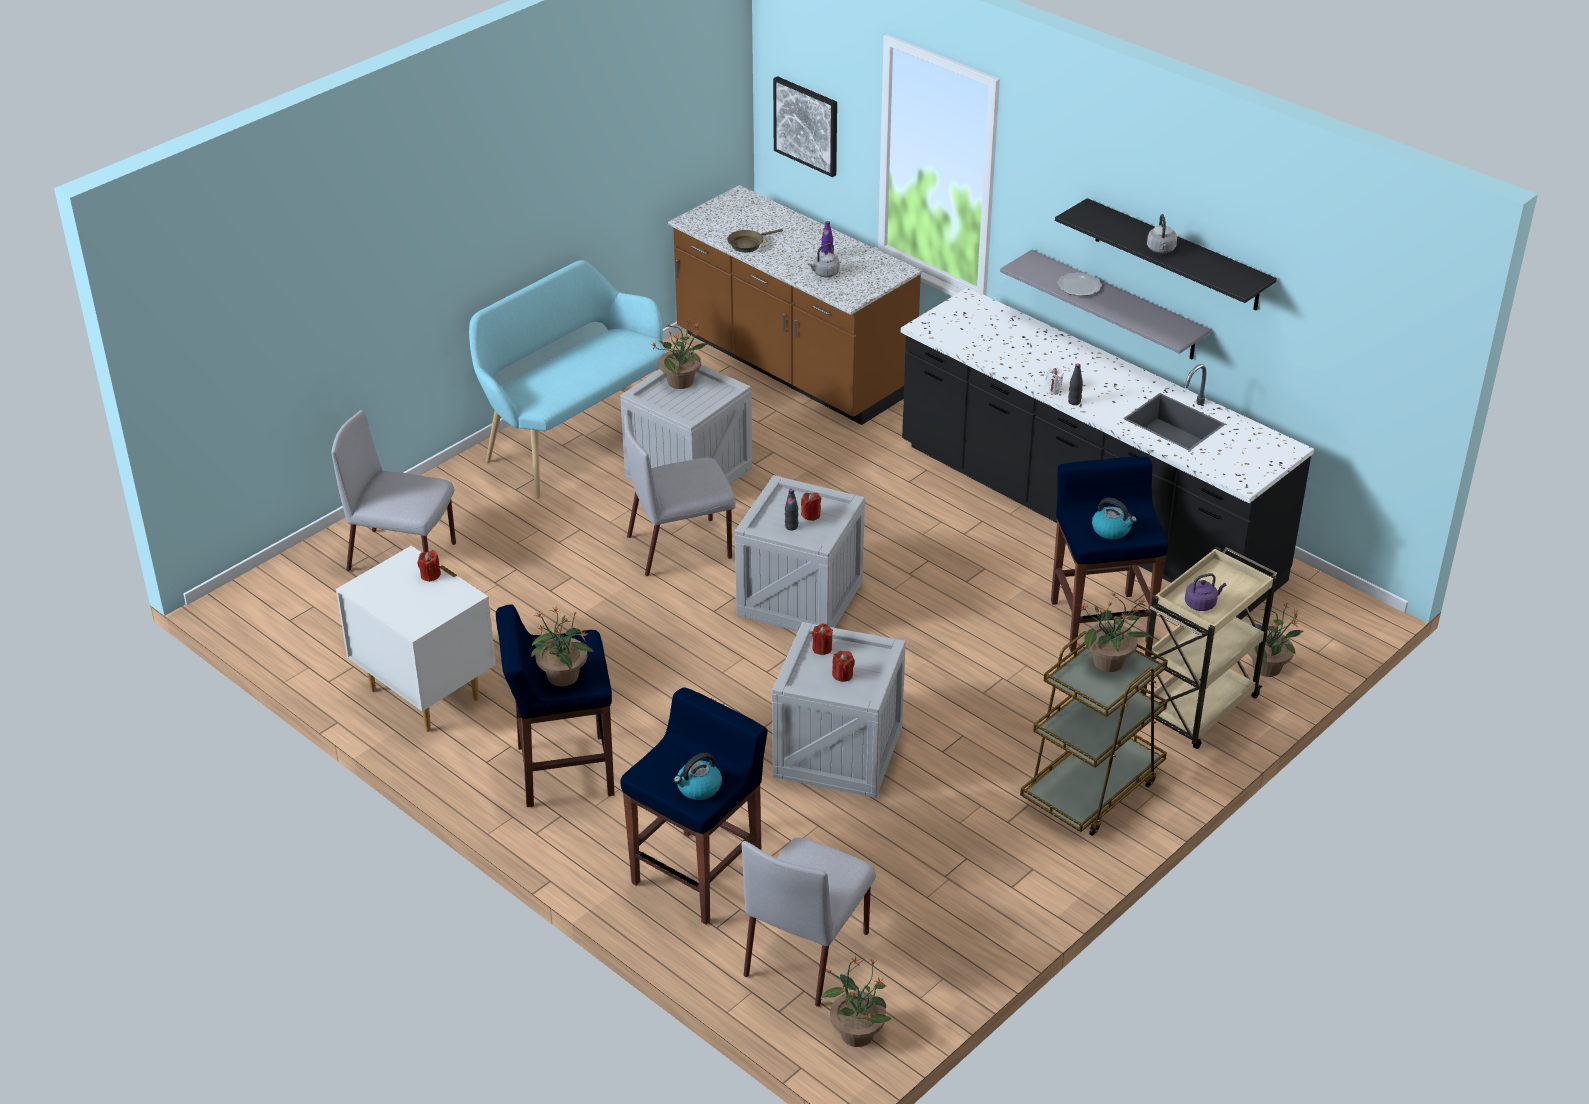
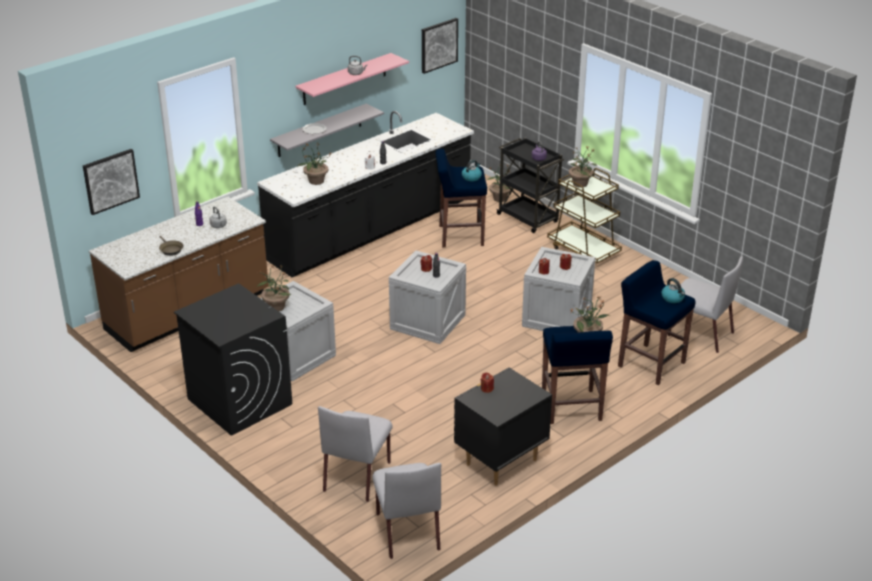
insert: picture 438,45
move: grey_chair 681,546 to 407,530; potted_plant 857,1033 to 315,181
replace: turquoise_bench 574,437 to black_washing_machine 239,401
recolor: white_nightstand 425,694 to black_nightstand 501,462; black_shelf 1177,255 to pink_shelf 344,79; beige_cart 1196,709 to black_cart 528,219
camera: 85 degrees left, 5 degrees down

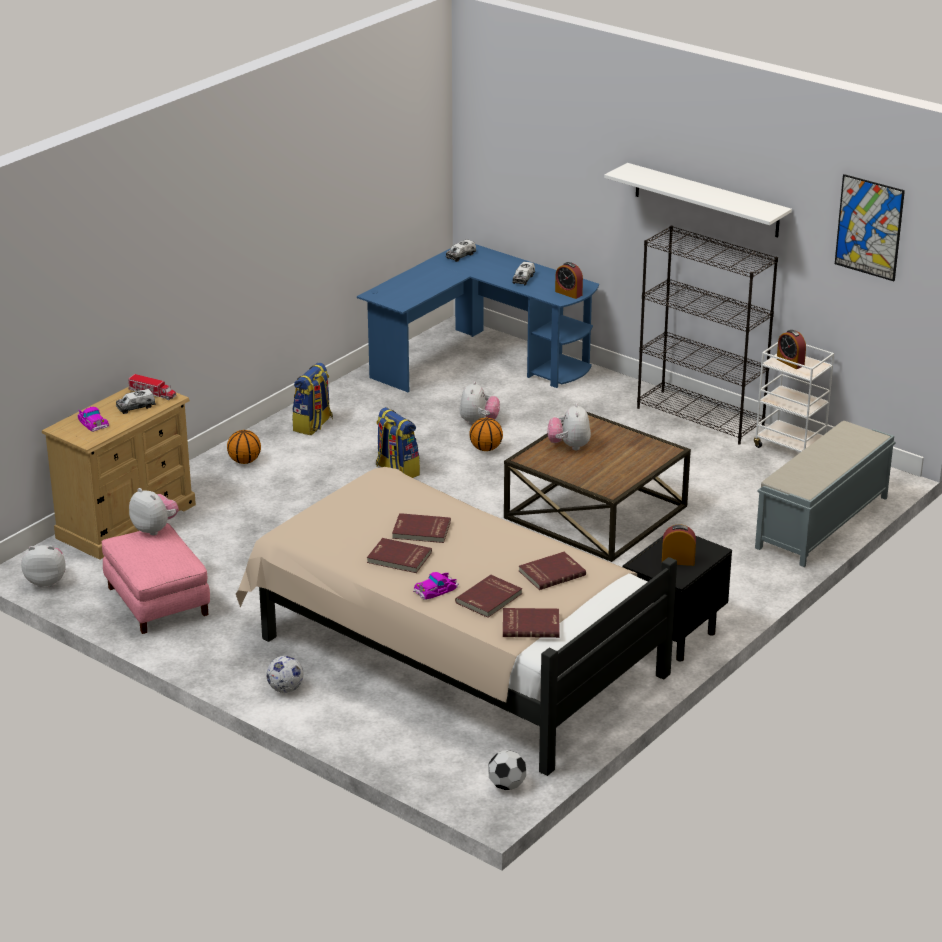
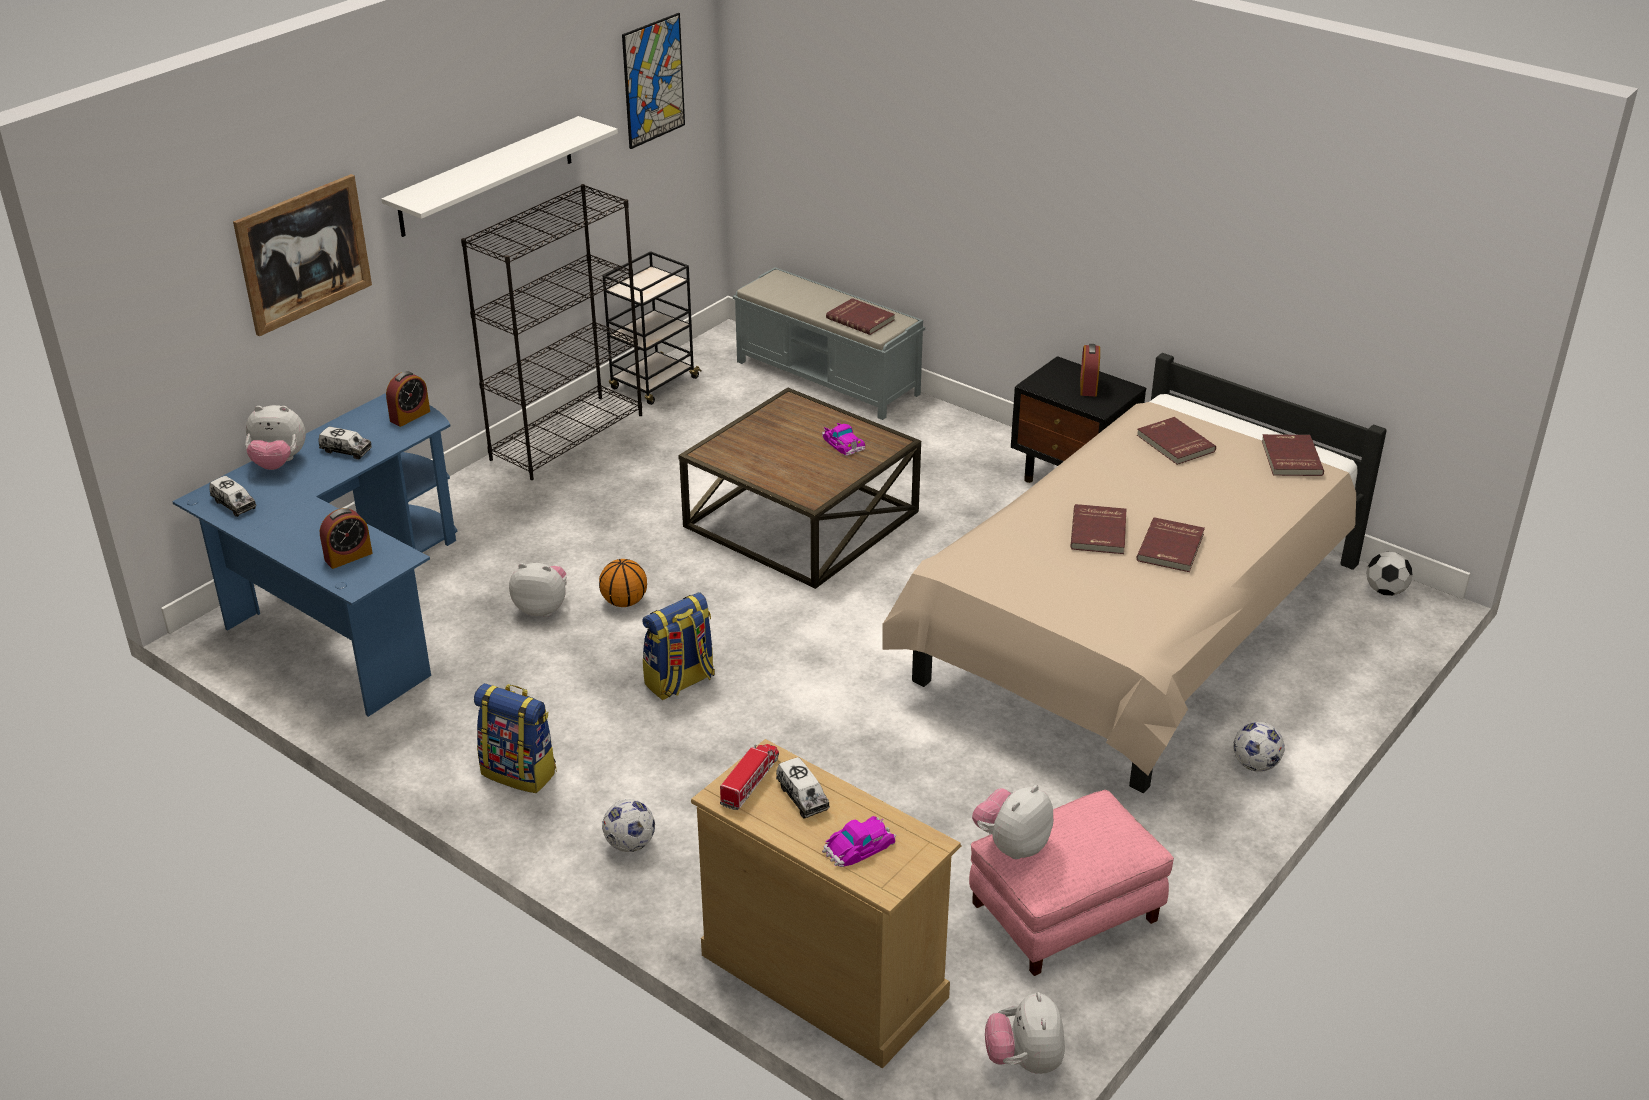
insert: picture 304,254
move: toy_car 436,589 to 843,443; red_book 490,598 to 861,319; plush_toy 569,446 to 279,463; alarm_clock 790,362 to 348,556
replace: basketball 245,461 to football 630,844
recolor: white_cart 790,447 to black_cart 653,384
camera: 90 degrees left, 5 degrees up

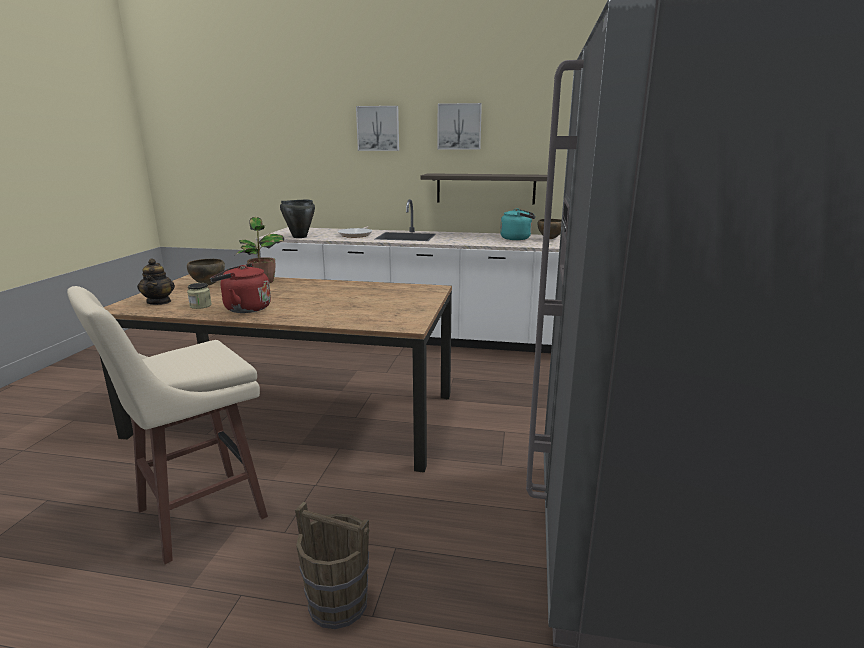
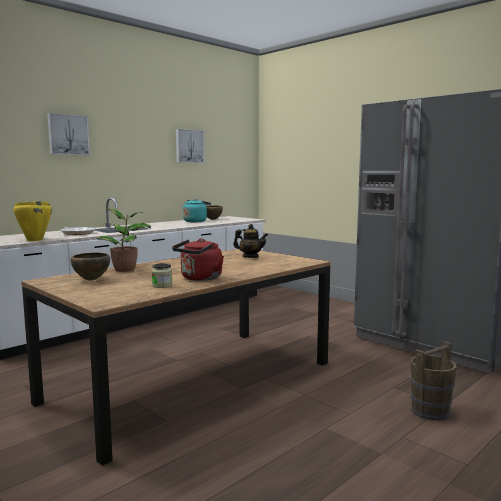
delete: beige_stool 197,515; shelf 485,188
move: teapot 159,302 to 250,257; picture 459,126 to 189,146
recolor: black_cooking_pot 299,237 to yellow_cooking_pot 34,240
camera: 55 degrees left, 10 degrees down

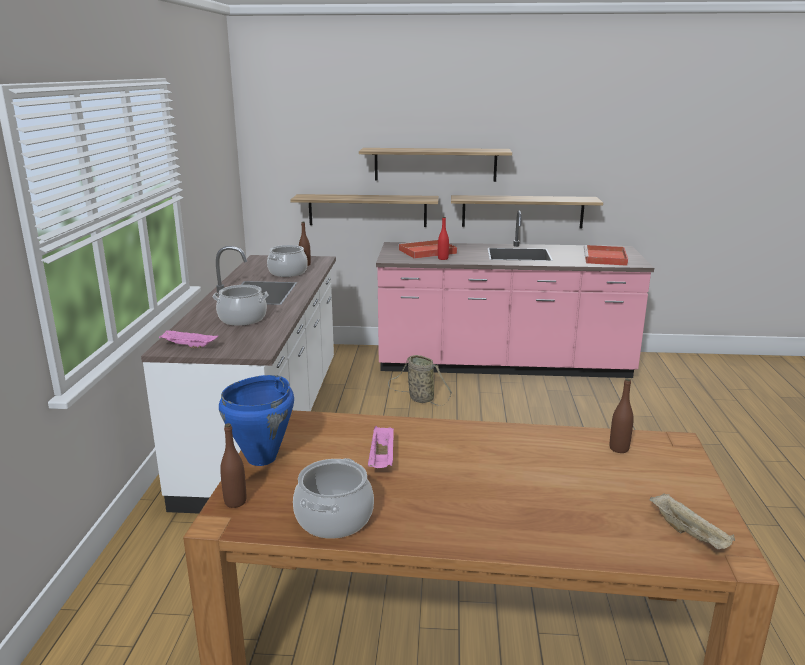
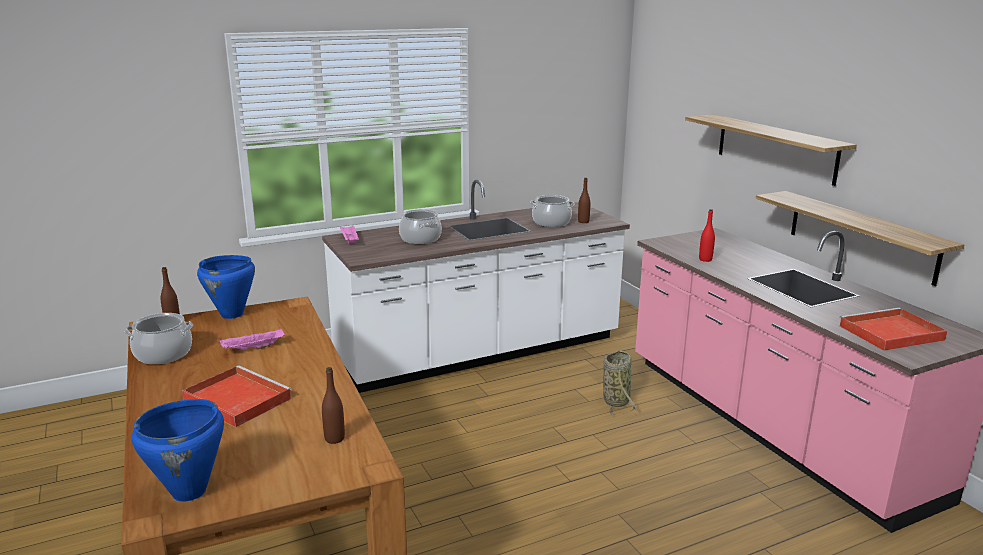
delete: shelf 367,210
move: red_tray 426,252 to 235,399
replace: beige_tray 689,534 to blue_cooking_pot 190,492
camera: 60 degrees right, 0 degrees up

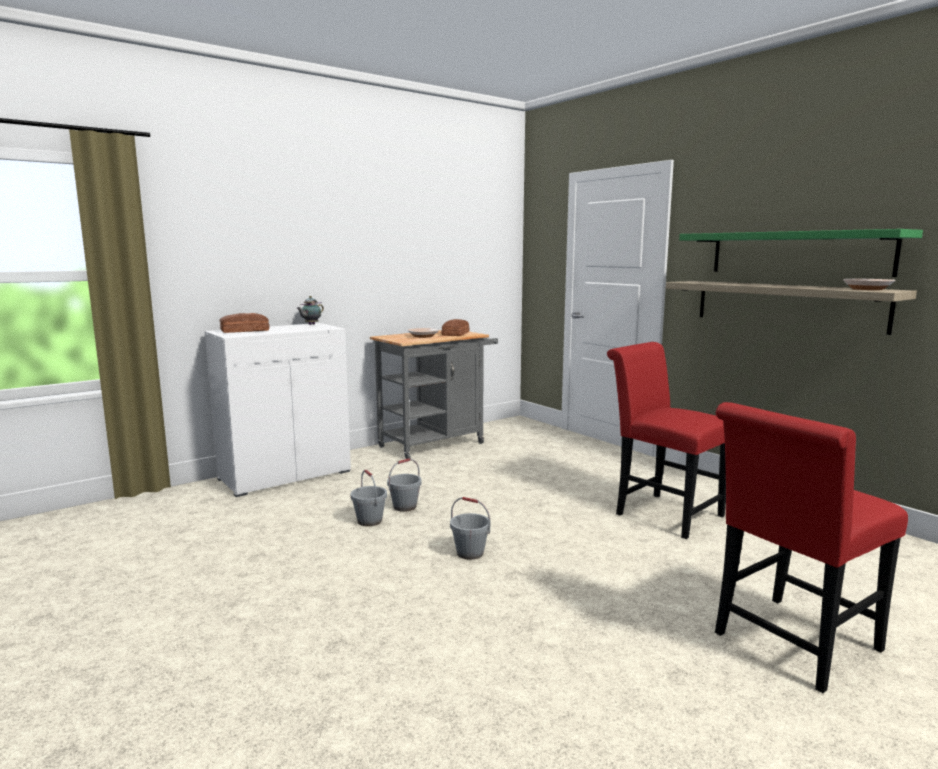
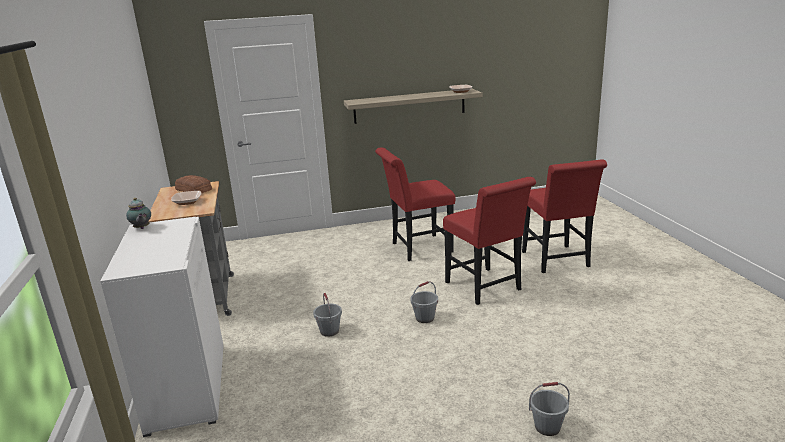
delete: bread 244,330; green_shelf 797,253
insert: red_chair 486,288
move: grey_bucket 369,521 to 547,427
camera: 65 degrees left, 10 degrees up

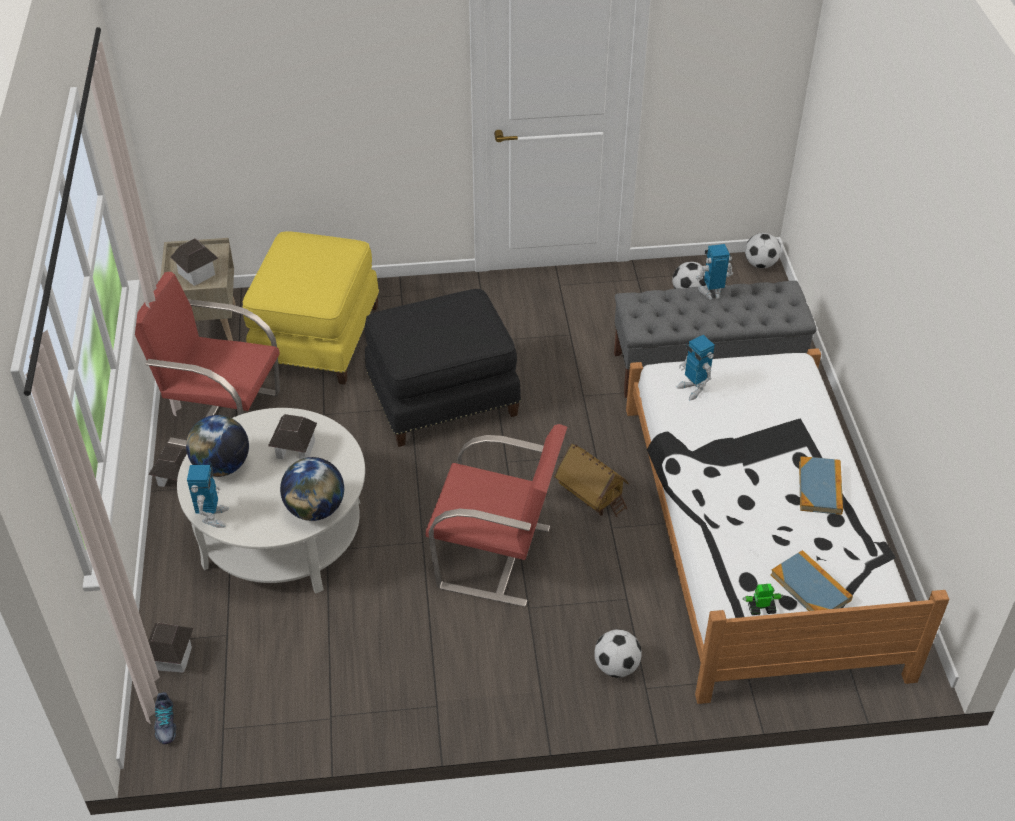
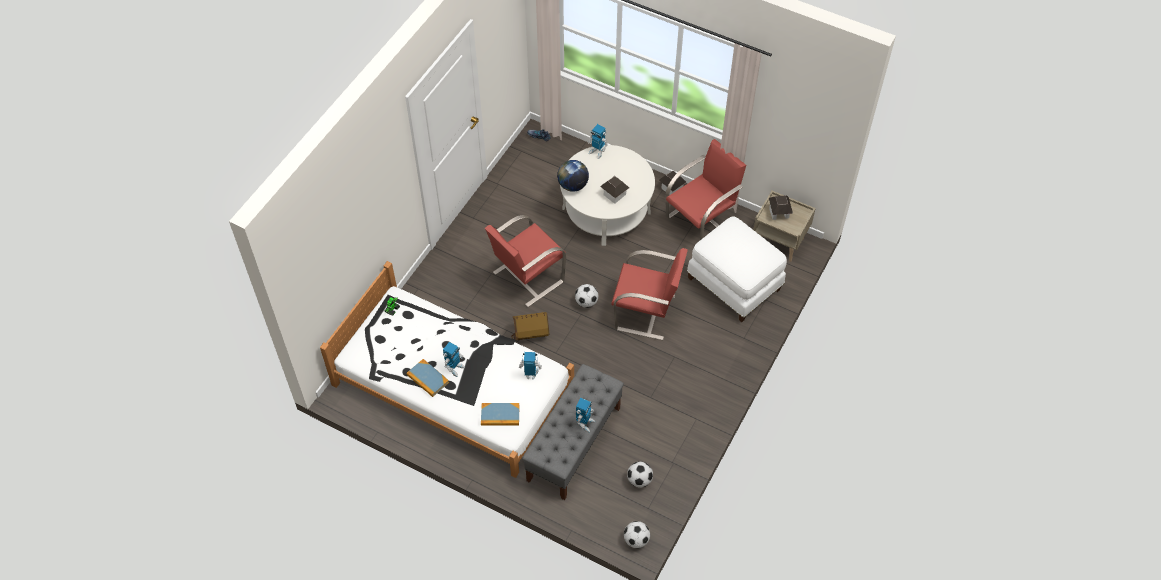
delete: toy_house 172,657; globe 222,466
insert: toy_robot 455,368
move: football 616,667 to 586,302; book 810,587 to 500,415
replace: black_ottoman 442,397 to red_chair 646,313
recolor: yellow_ottoman 316,337 to white_ottoman 735,283
camera: 125 degrees right, 10 degrees up

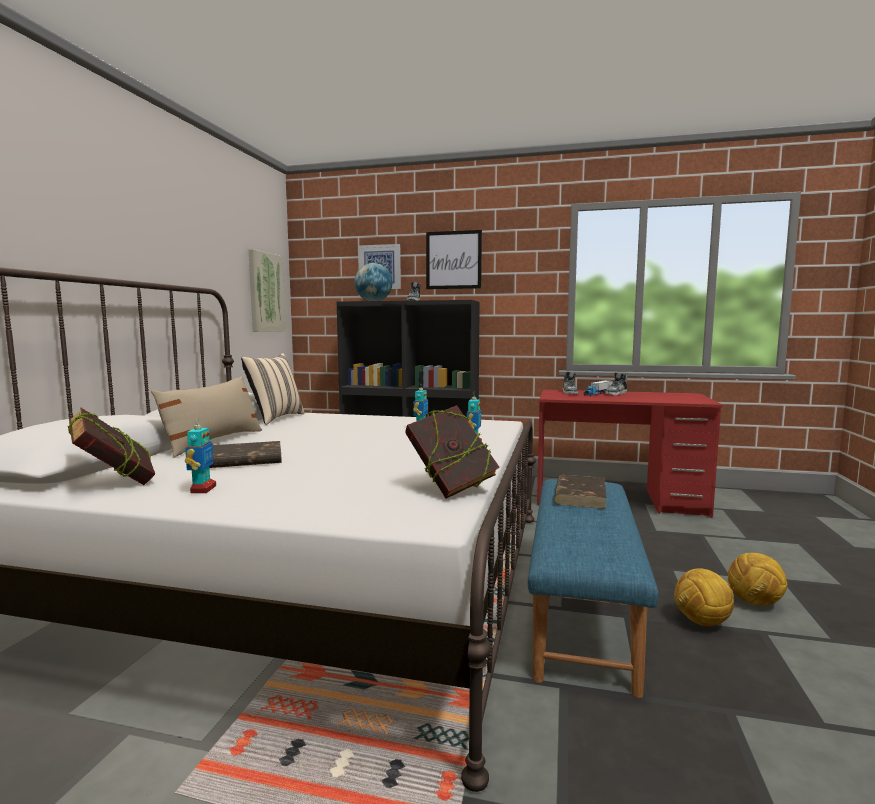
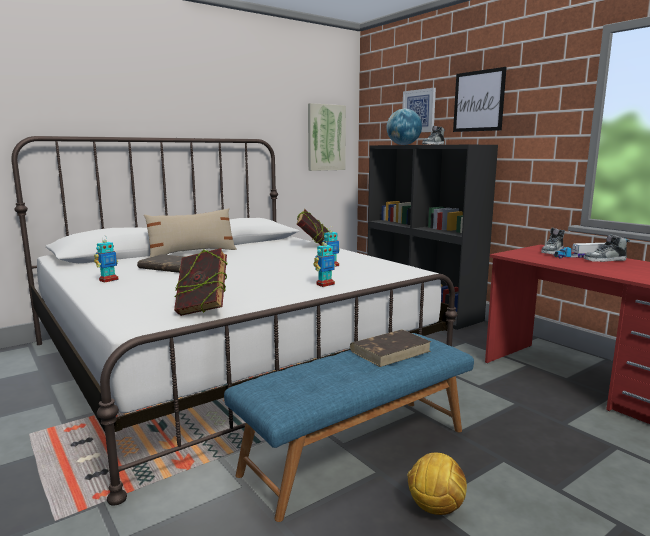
delete: beige_pillow 275,418; football 755,602
move: book 115,484 to 314,246
camera: 40 degrees right, 5 degrees up

